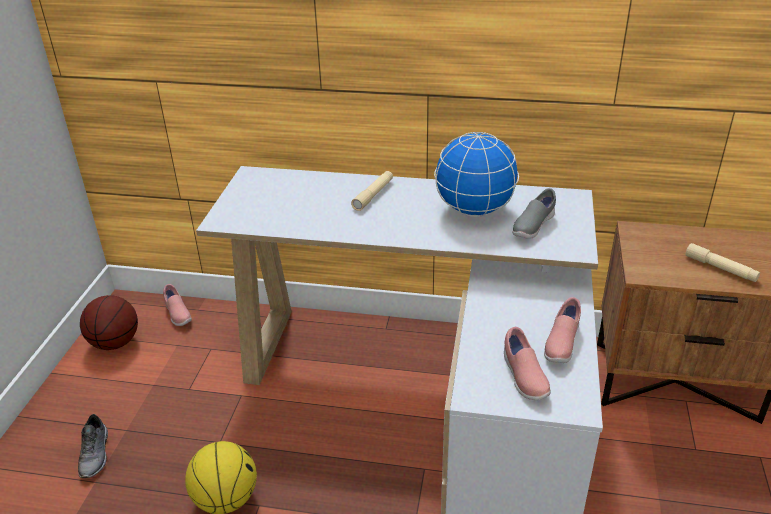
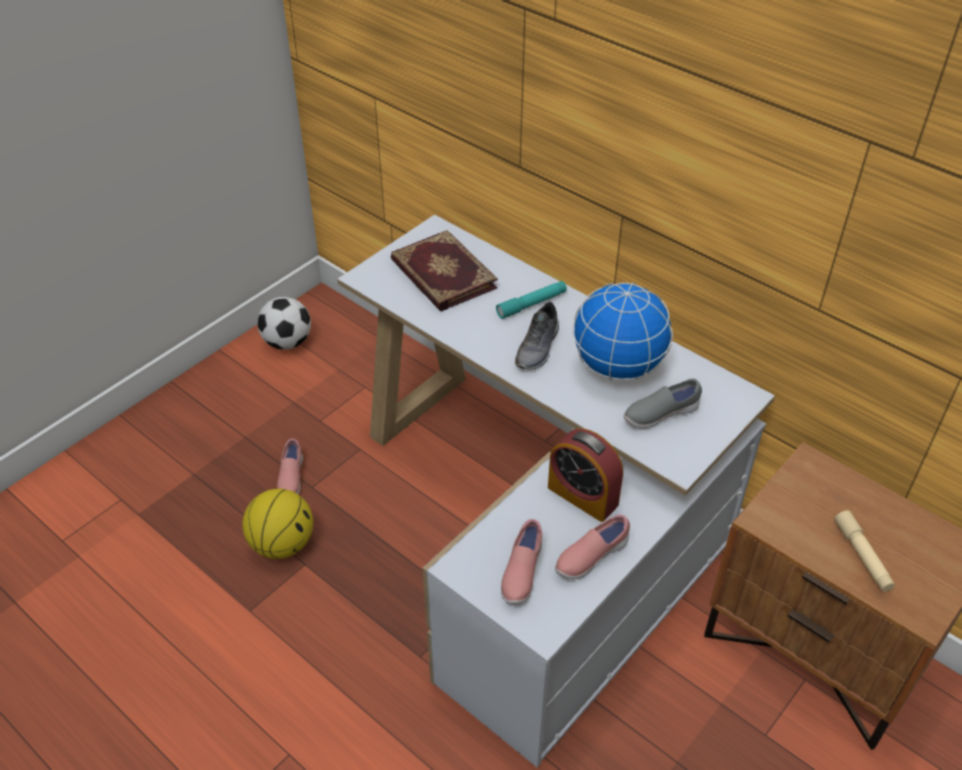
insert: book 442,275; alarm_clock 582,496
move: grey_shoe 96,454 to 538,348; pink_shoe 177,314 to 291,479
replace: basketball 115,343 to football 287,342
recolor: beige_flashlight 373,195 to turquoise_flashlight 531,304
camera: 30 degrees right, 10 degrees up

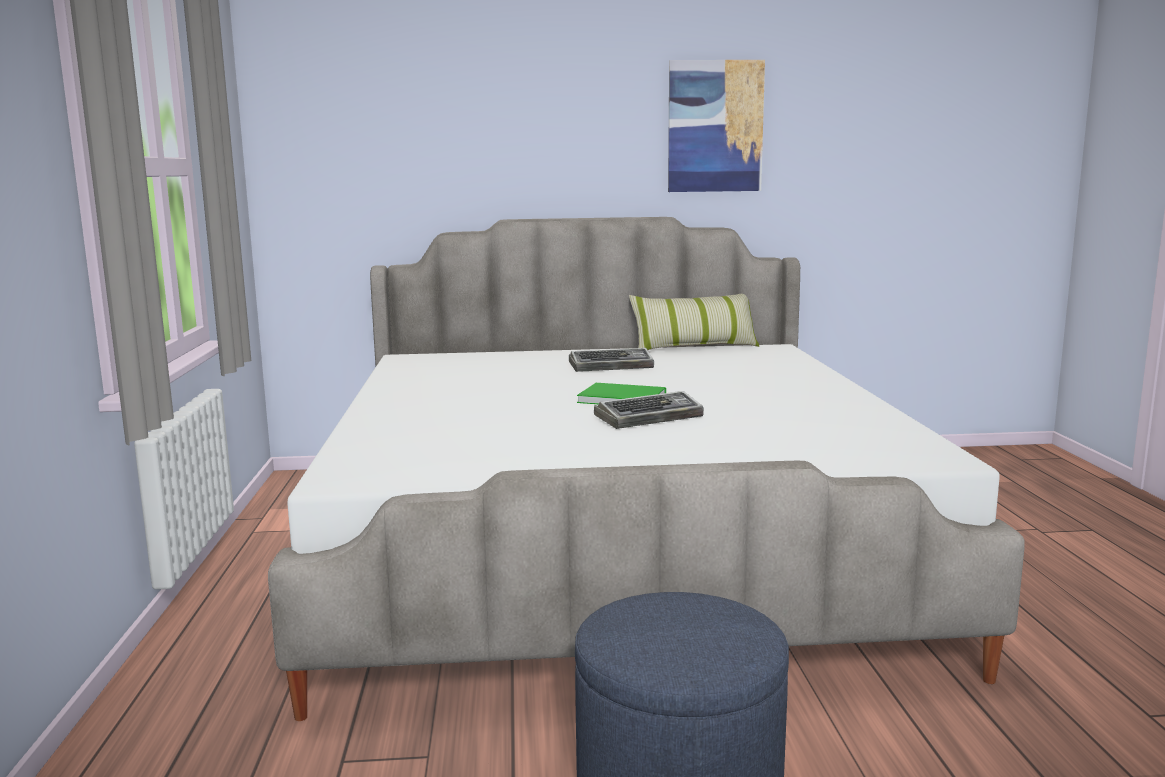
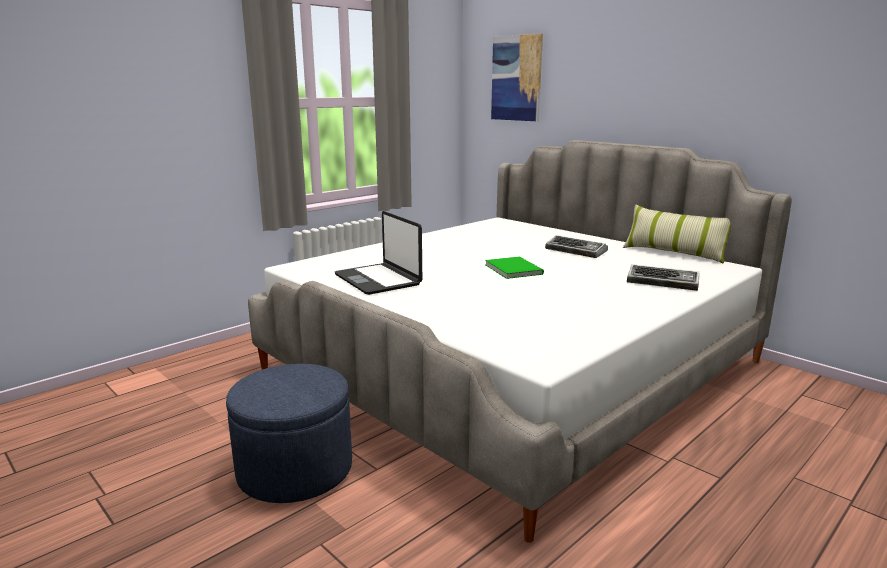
insert: laptop 378,280
move: keyboard 649,418 to 663,283; picture 715,126 to 516,78
camera: 50 degrees right, 5 degrees up

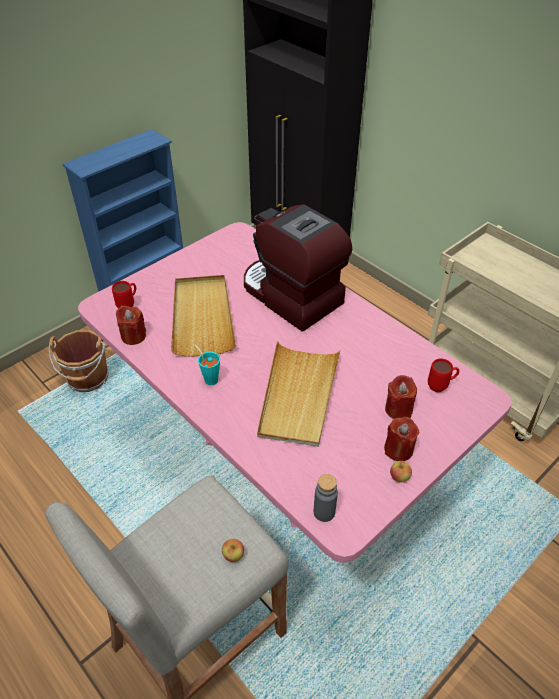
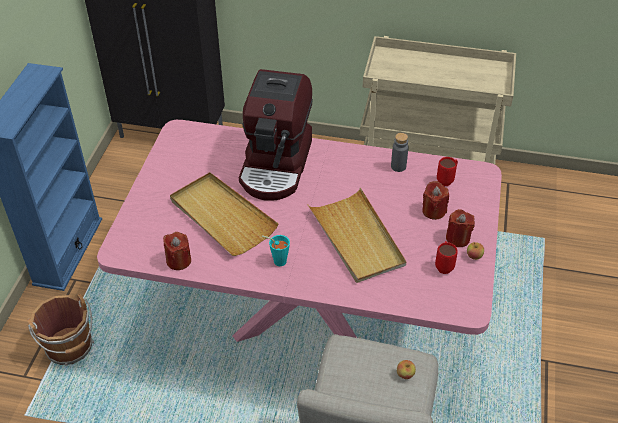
move: red_mug 129,305 to 444,265; grey_bottle 324,512 to 398,166
rotate: coffee_machine 290,296 = 277,165 90 degrees counterclockwise
camera: 35 degrees left, 0 degrees up

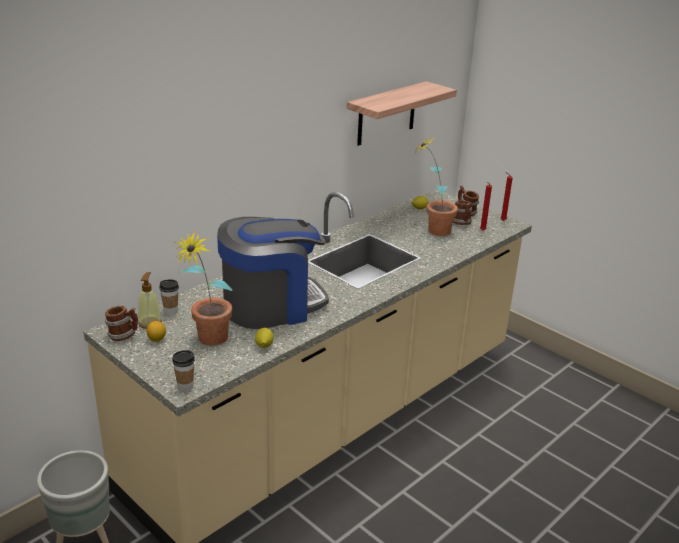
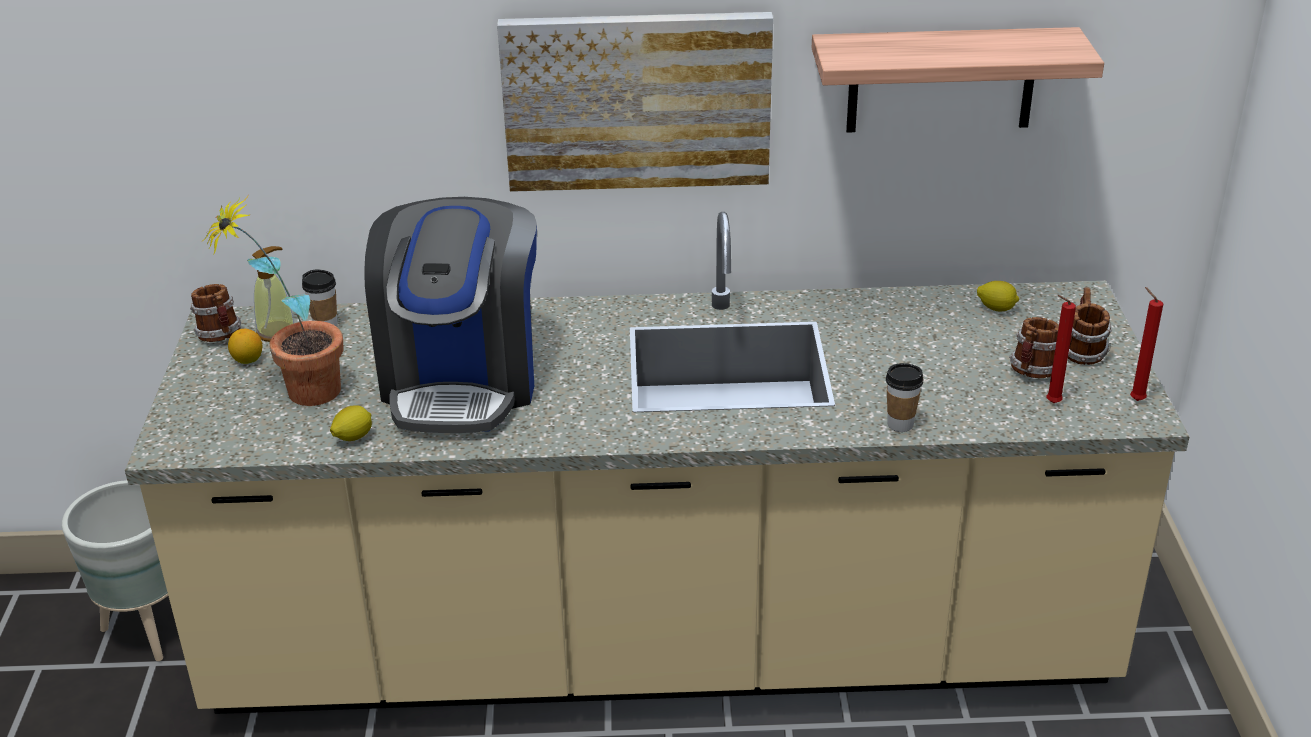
delete: potted_plant 432,230
insert: picture 637,100
move: cup 185,386 to 900,424
rotate: coffee_machine 272,305 = 462,380 75 degrees clockwise
camera: 45 degrees right, 5 degrees up

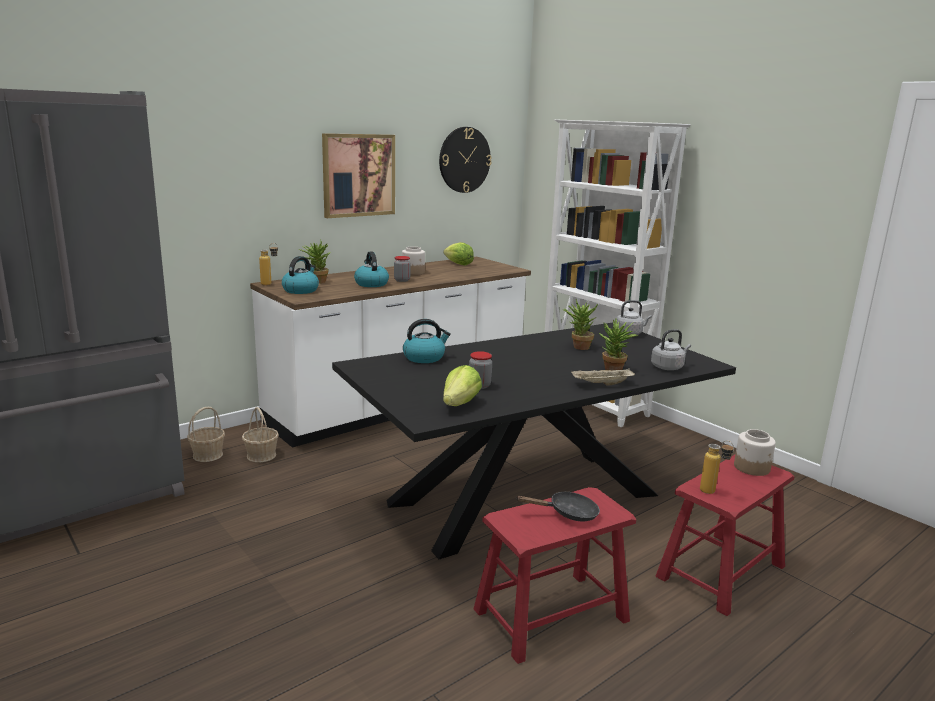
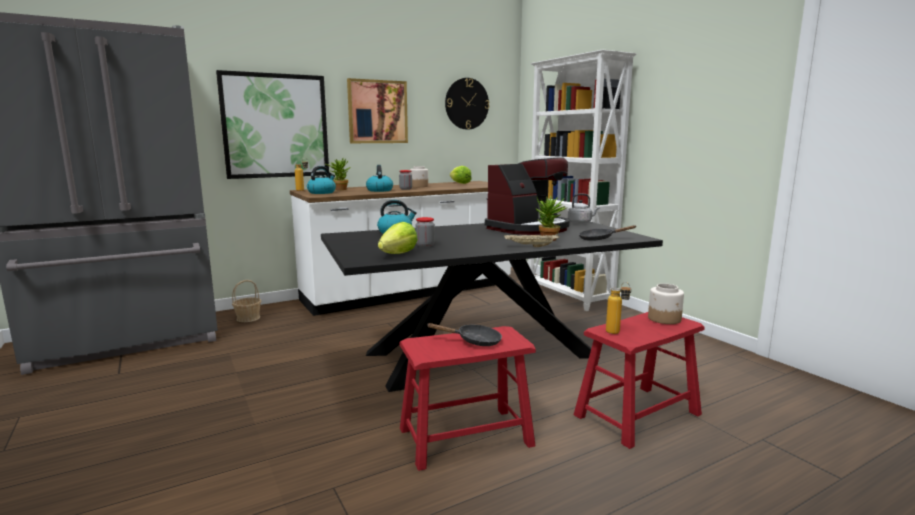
delete: basket 261,455
insert: picture 275,126
replace: potted_plant 578,347 to coffee_machine 529,228; grey_kettle 668,367 to black_frying_pan 599,239
camera: 10 degrees right, 5 degrees down

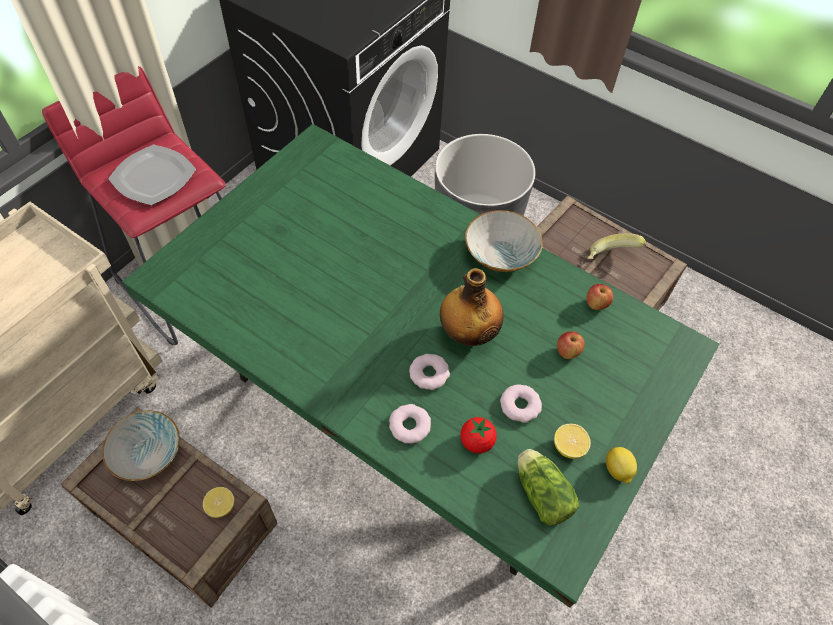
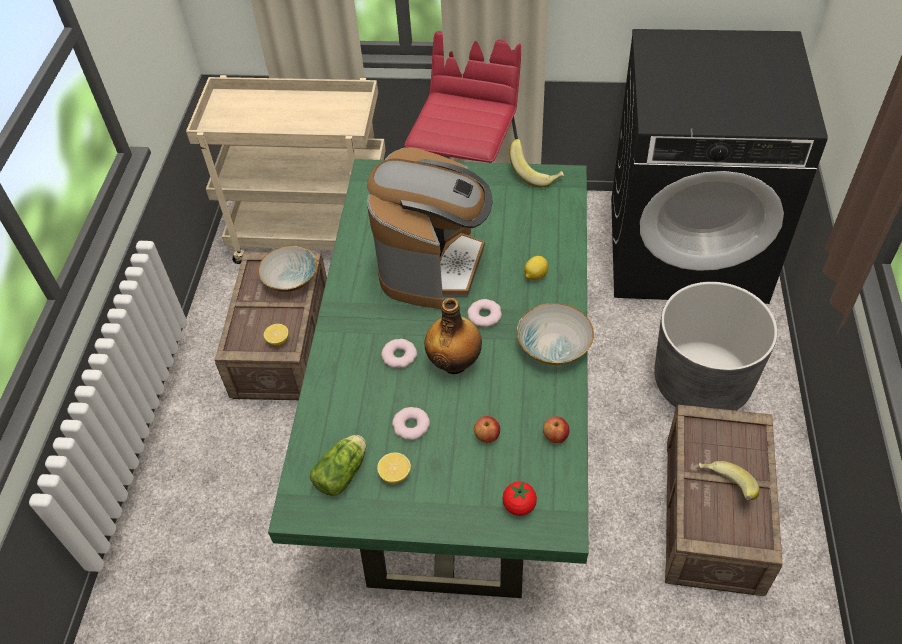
delete: plate 153,176
insert: coffee_machine 433,265; banana 535,174
move: donut 409,426 to 484,315; tomato 476,441 to 519,506; lemon 617,470 to 535,275
camera: 65 degrees right, 5 degrees down

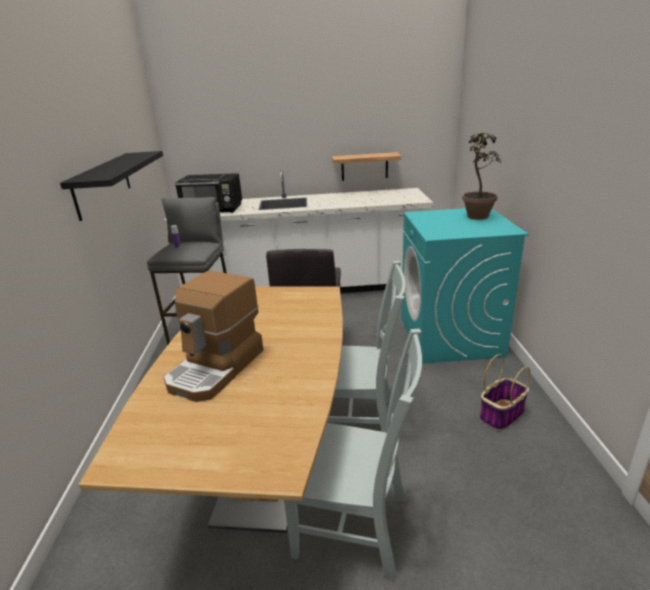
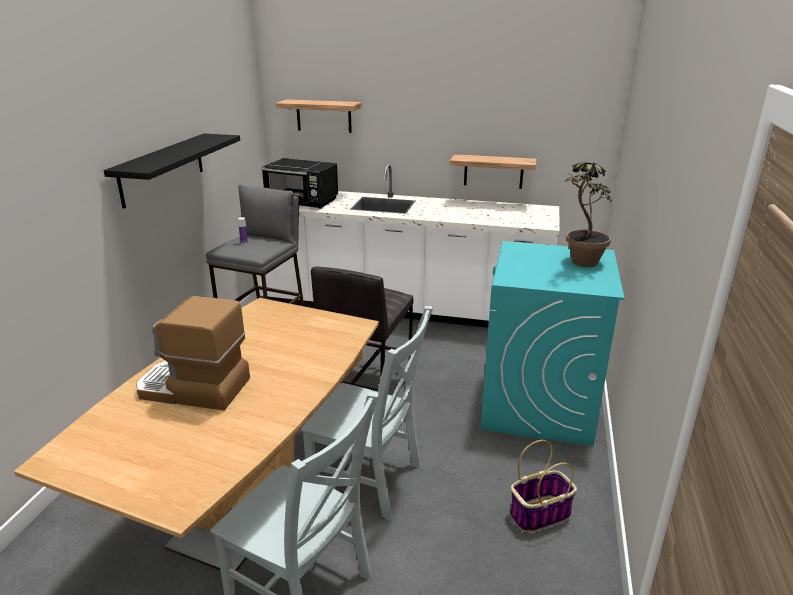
insert: shelf 324,116
rotate: coffee_machine 217,368 = 193,389 60 degrees clockwise
camera: 15 degrees right, 0 degrees up

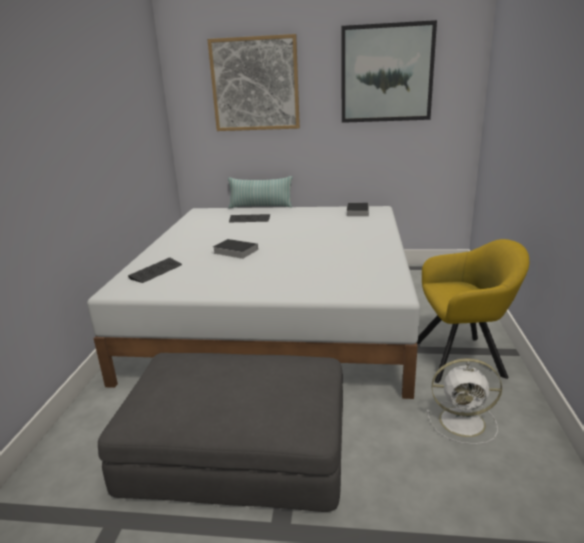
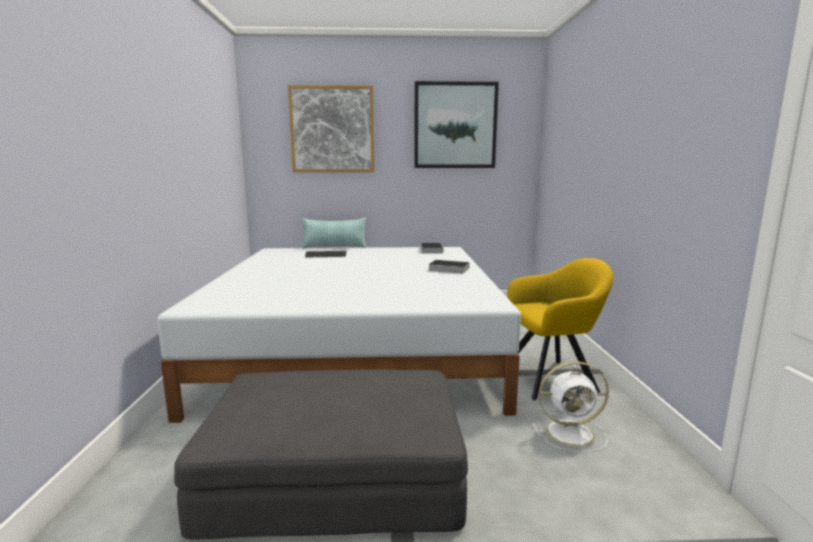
delete: keyboard 156,271
move: book 234,251 to 447,269
camera: 10 degrees left, 10 degrees down

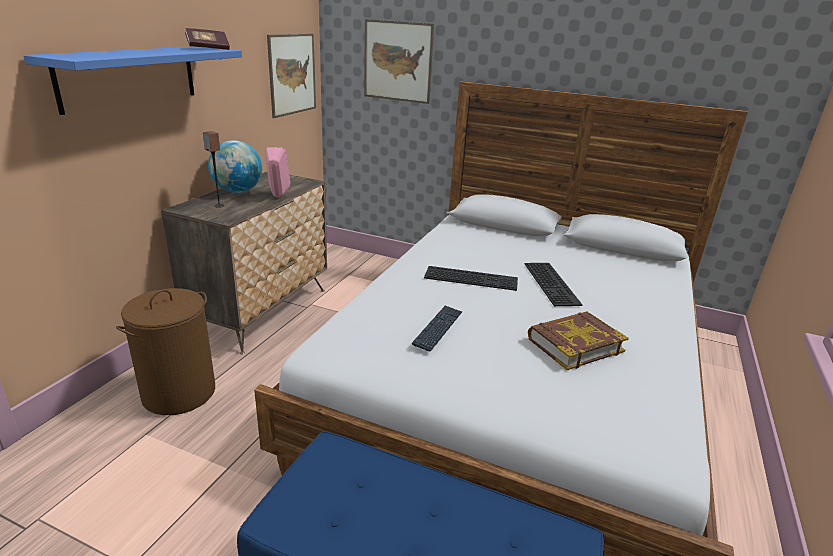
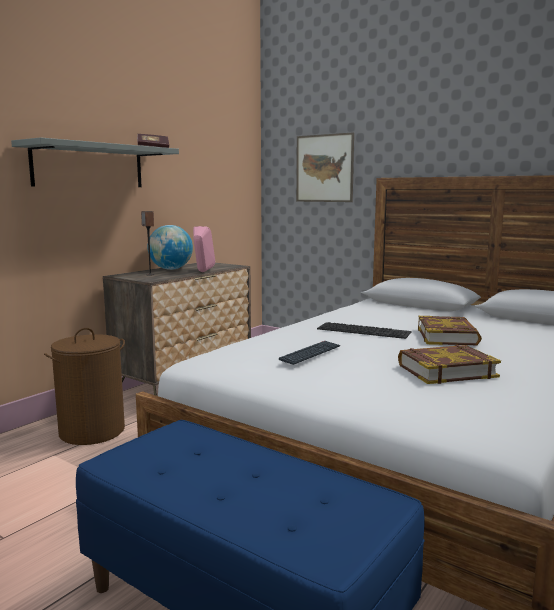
delete: picture 292,74
replace: keyboard 553,283 to book 447,336
recolor: blue_shelf 130,77 to grey_shelf 89,166
camera: 15 degrees right, 15 degrees down

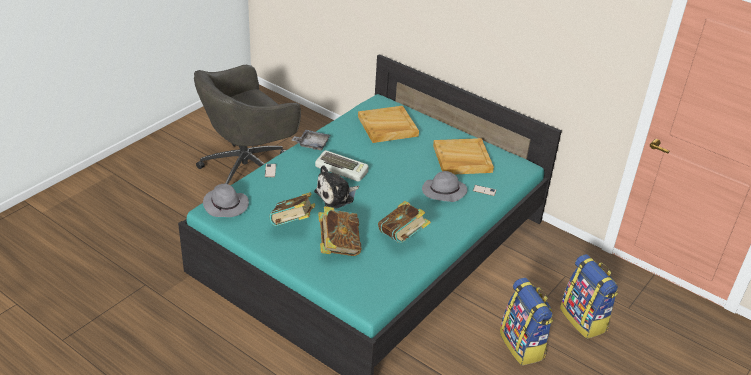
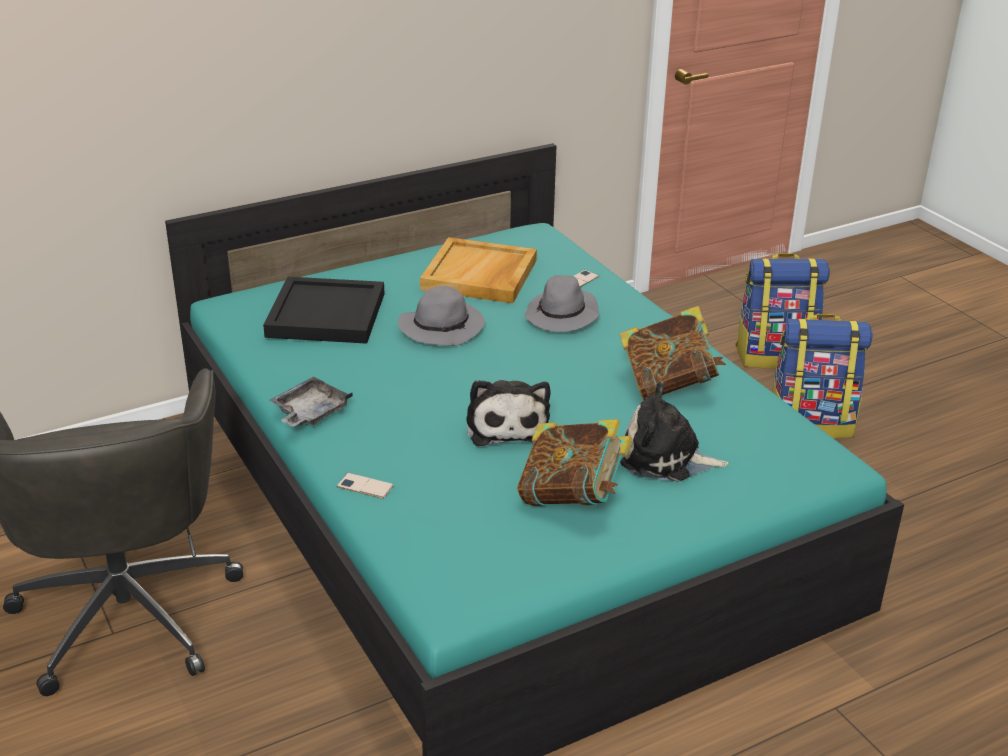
delete: keyboard 342,169
move: grey_hat 226,205 to 442,327
replace: book 338,246 to plush_toy 666,458
recolor: beige_tray 387,127 to black_tray 327,315
camera: 65 degrees left, 5 degrees down

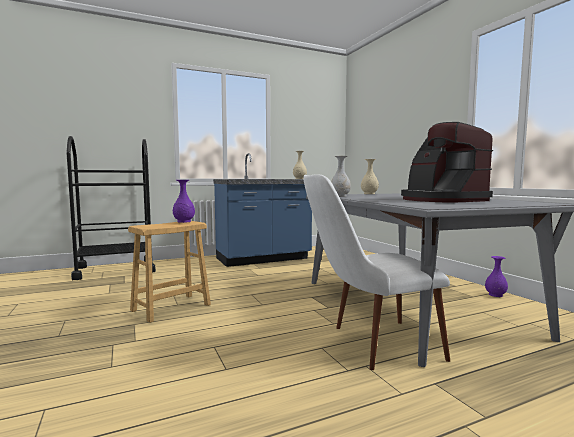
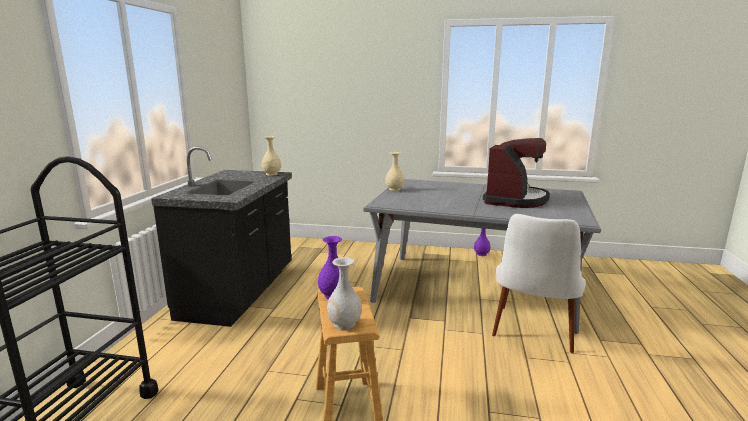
move: white_vase 340,196 to 344,323
recolor: blue_counter 263,259 to black_counter 239,293
rotate: coffee_machine 441,200 = 515,200 75 degrees counterclockwise
camera: 55 degrees left, 10 degrees up

